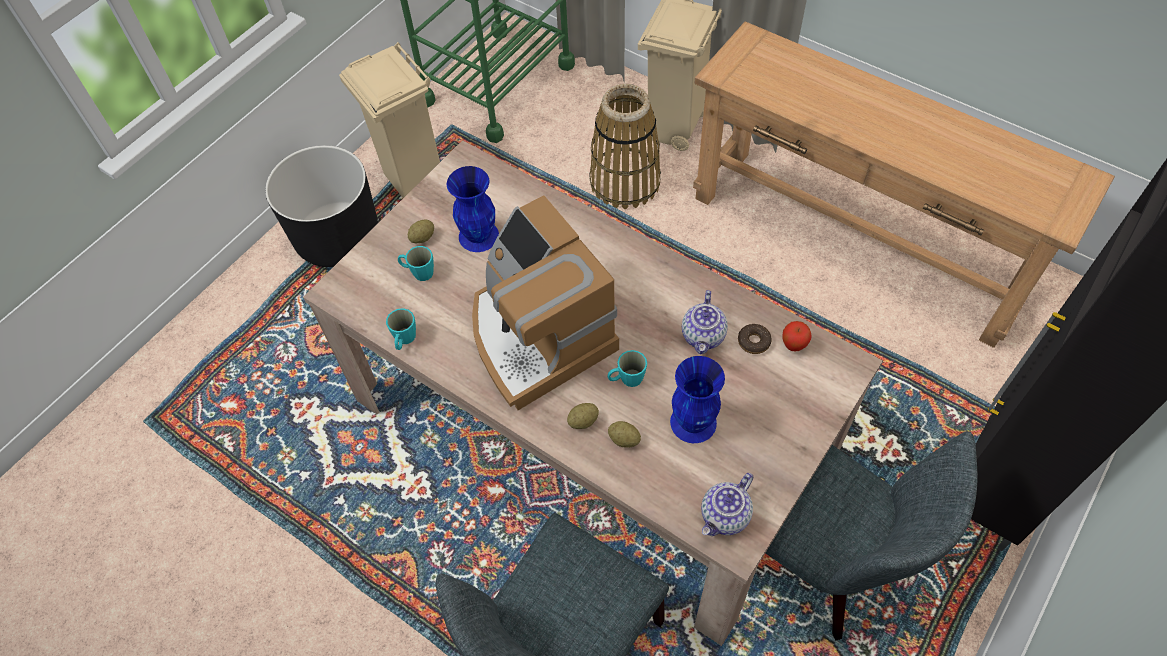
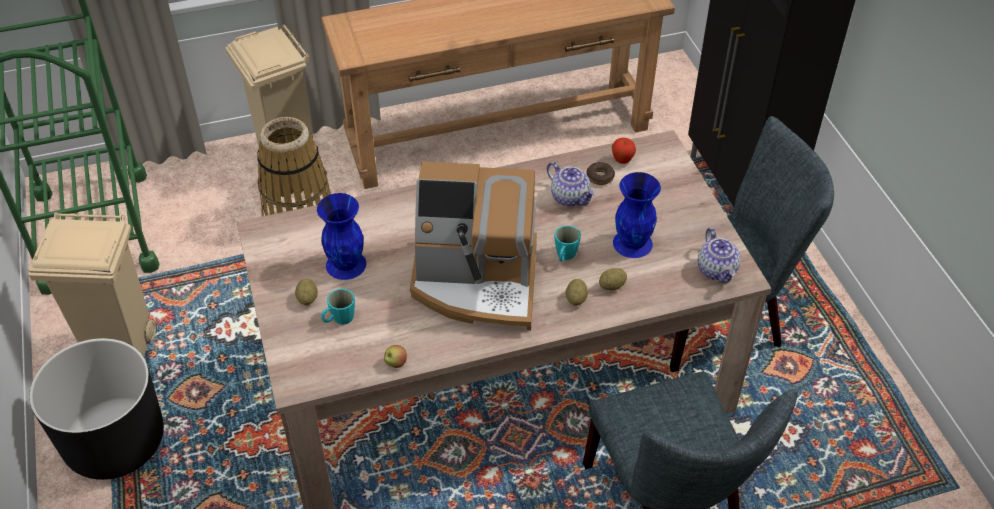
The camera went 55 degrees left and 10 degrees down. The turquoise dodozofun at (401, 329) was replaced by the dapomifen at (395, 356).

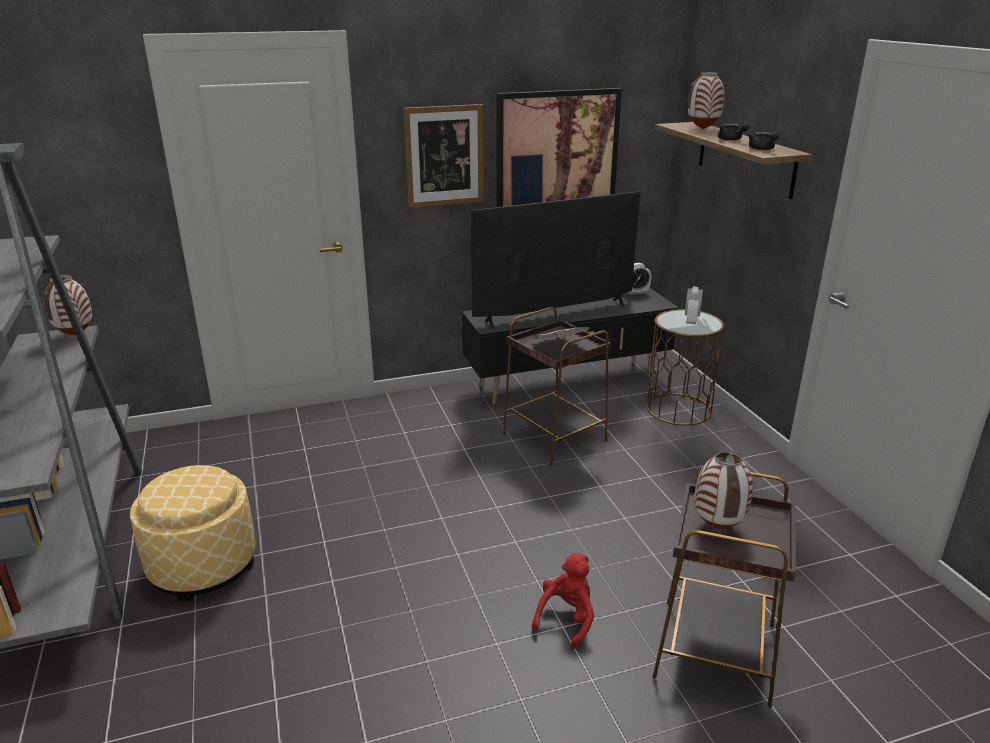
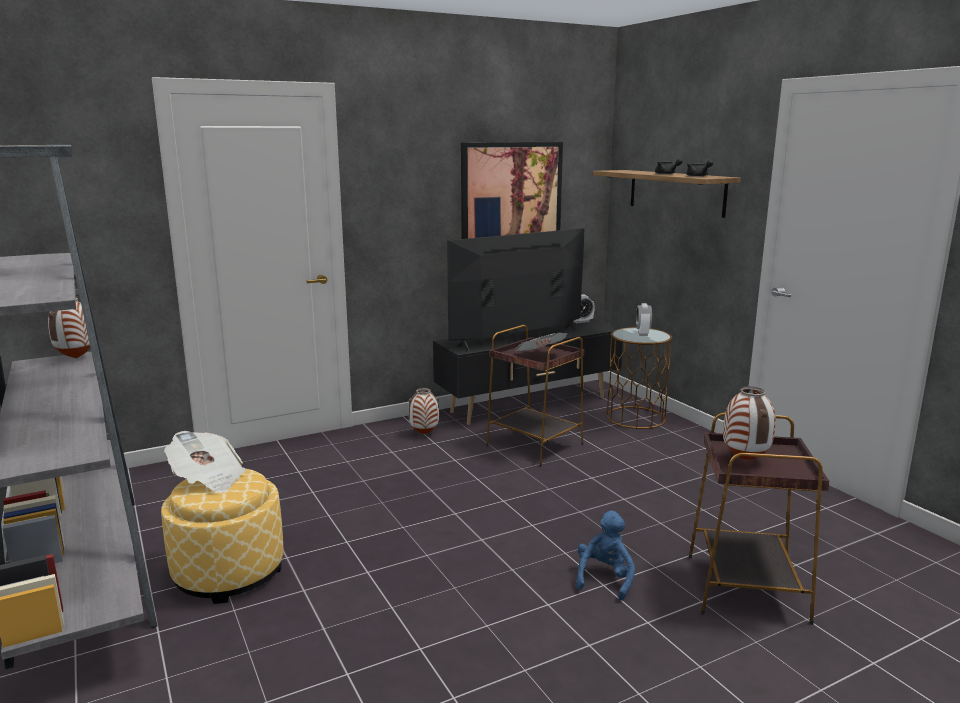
The camera went 10 degrees left and 10 degrees down. The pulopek at (443, 156) disappeared. The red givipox at (563, 601) became the blue givipox at (605, 556). The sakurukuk moved from (706, 100) to (423, 411). The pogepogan at (205, 462) appeared.

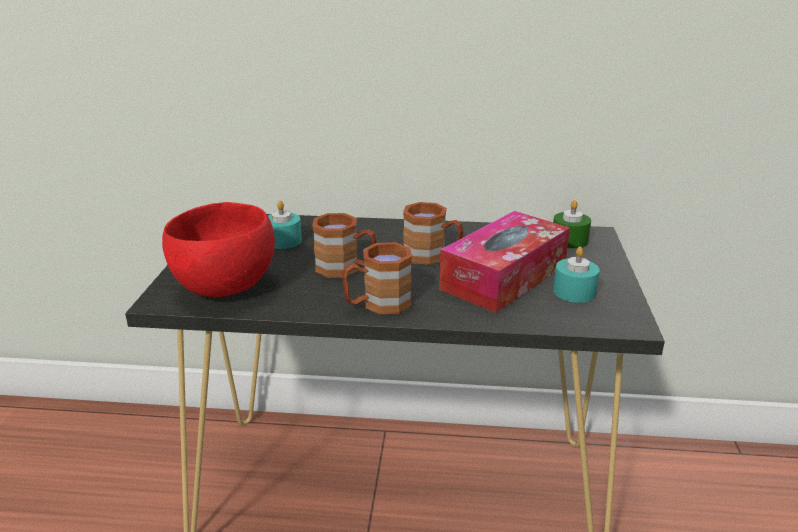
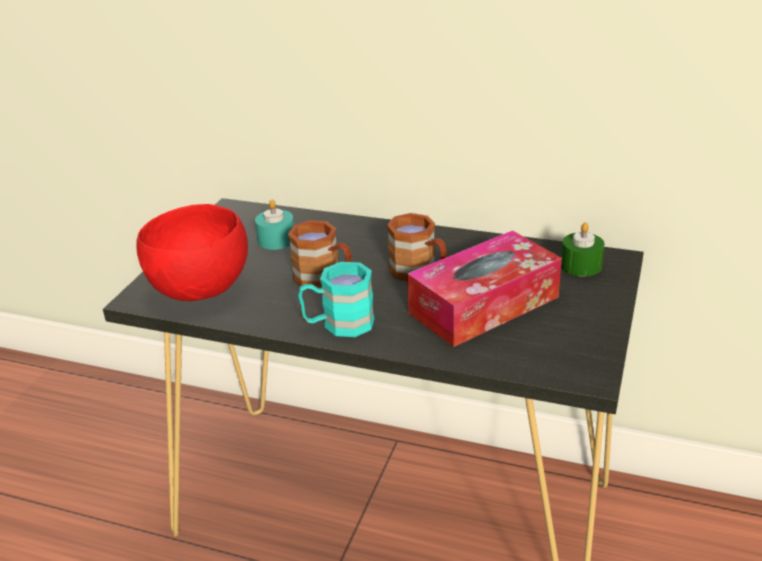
The camera went 15 degrees right and 5 degrees up. The brown dodozofun at (377, 278) became the turquoise dodozofun at (336, 299). The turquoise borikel at (576, 275) disappeared.

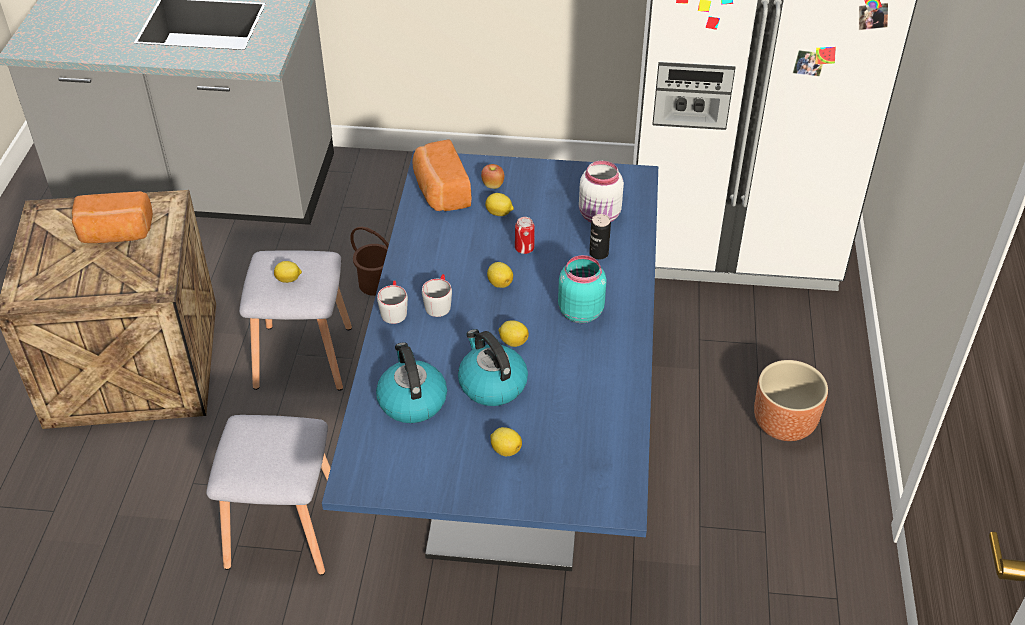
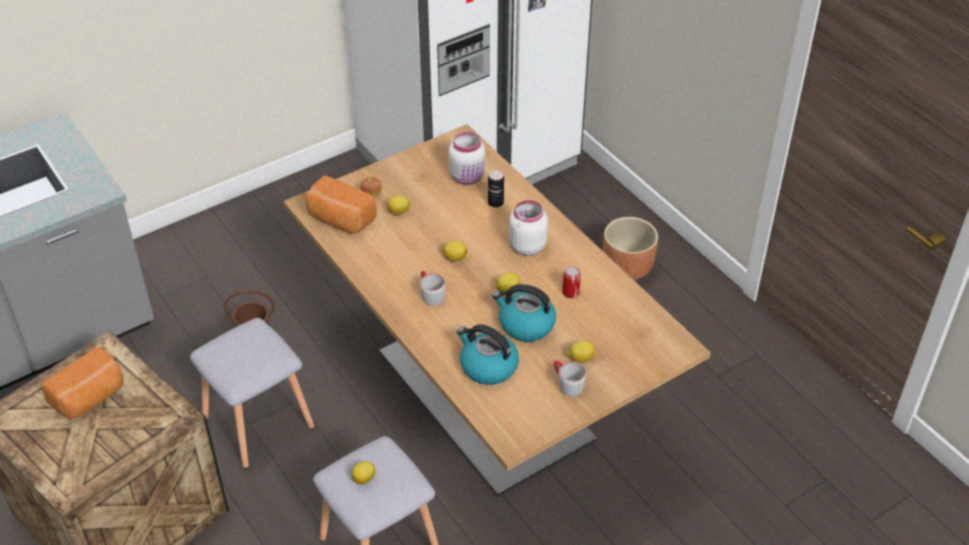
The camera went 40 degrees left and 0 degrees up. The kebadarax moved from (288, 272) to (363, 473). The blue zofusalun at (490, 361) became the brown zofusalun at (497, 310). The grey dodozofun moved from (392, 302) to (570, 379). The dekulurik moved from (525, 235) to (571, 282). The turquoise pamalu at (582, 289) became the white pamalu at (528, 228).

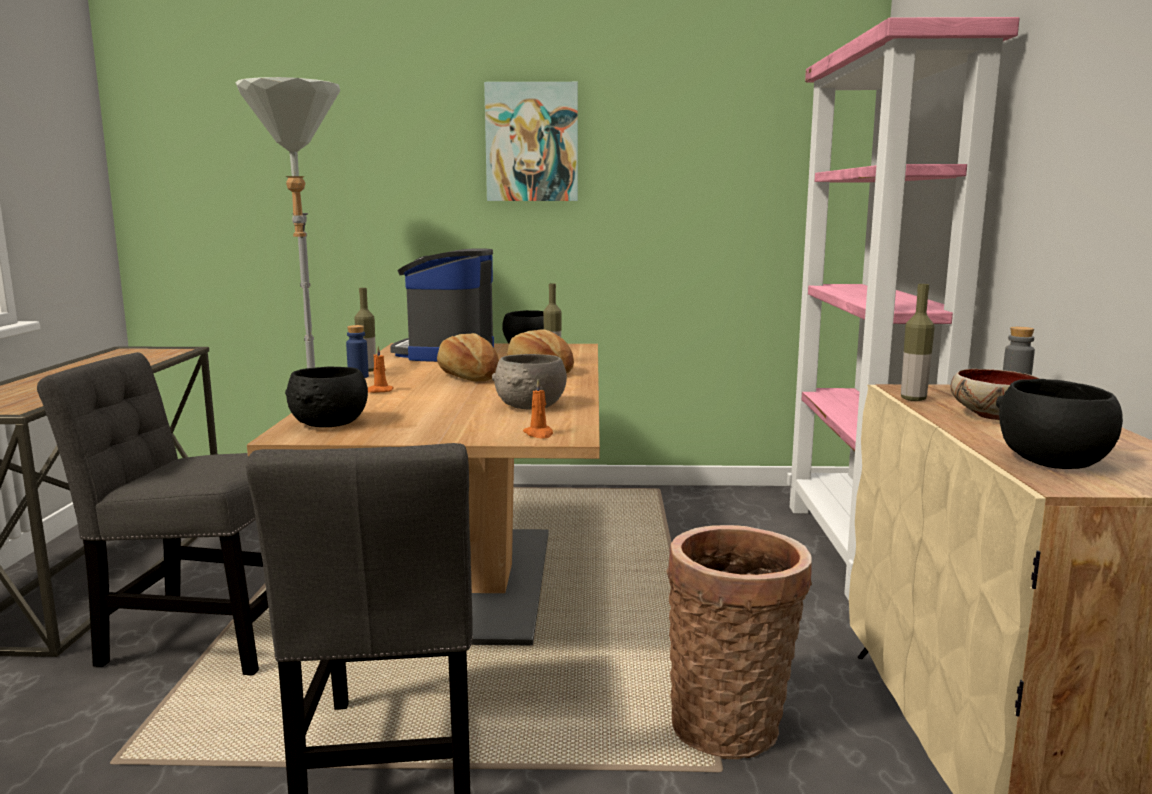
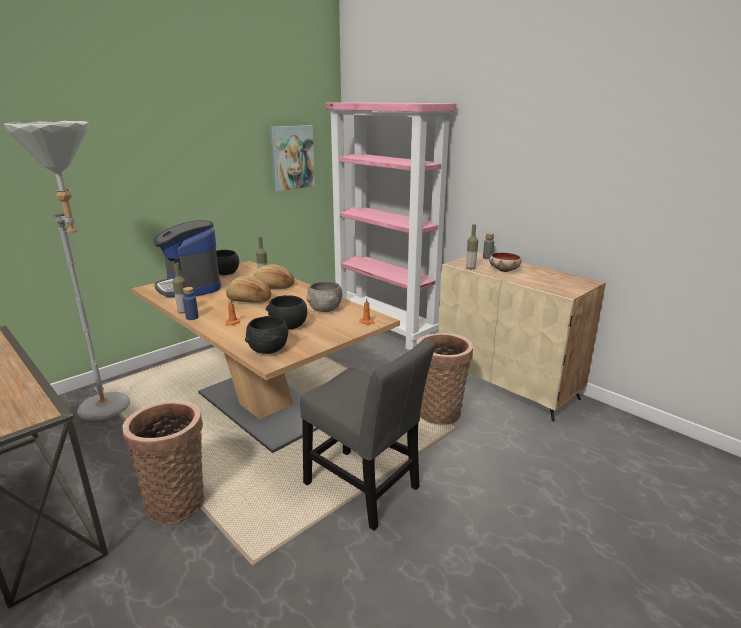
The camera went 45 degrees left and 10 degrees up. The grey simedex at (153, 514) was replaced by the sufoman at (163, 462). The pulopek moved from (531, 141) to (292, 158). The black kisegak moved from (1059, 424) to (286, 312).

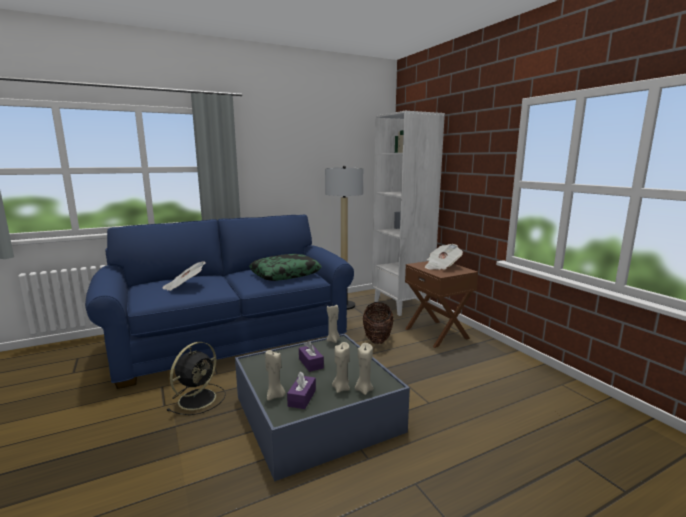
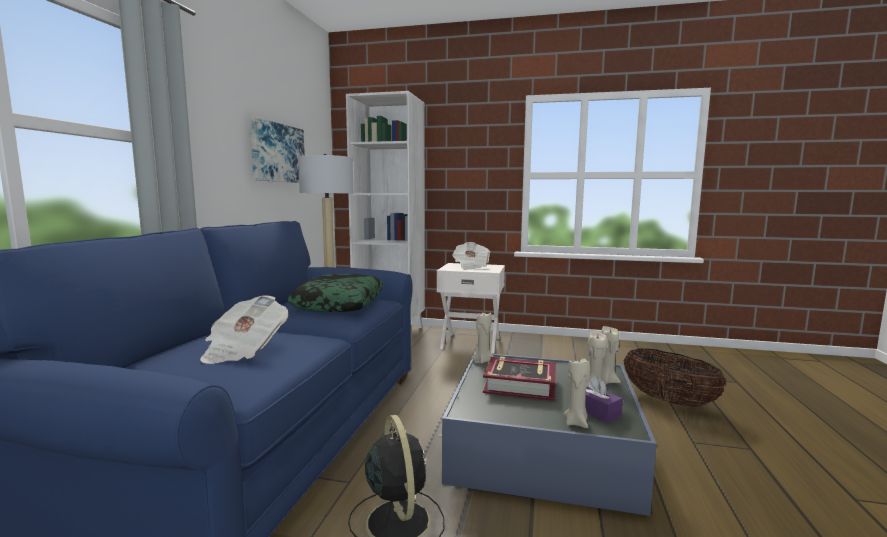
The camera went 50 degrees left and 5 degrees down. The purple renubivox at (311, 356) was replaced by the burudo at (519, 379). The sufoman moved from (378, 323) to (674, 377). The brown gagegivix at (441, 304) became the white gagegivix at (471, 308). The pulopek at (277, 150) appeared.

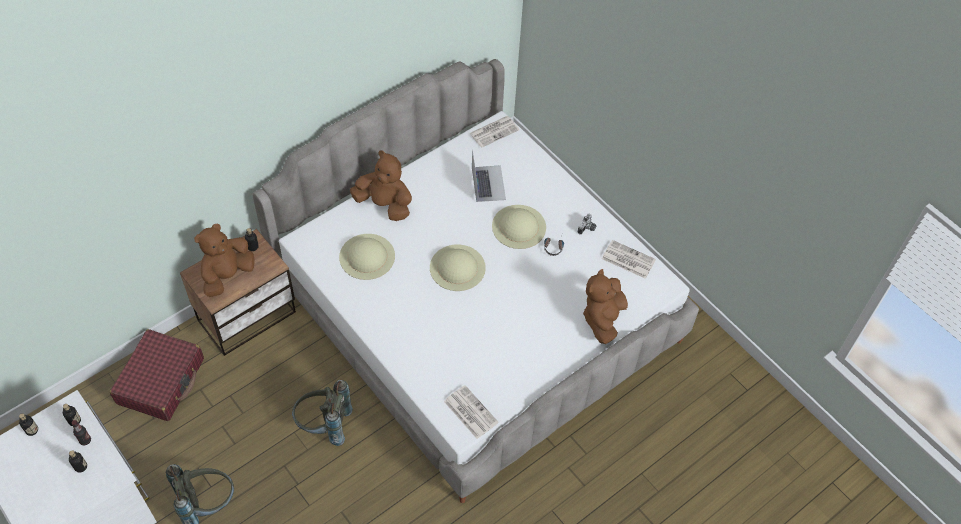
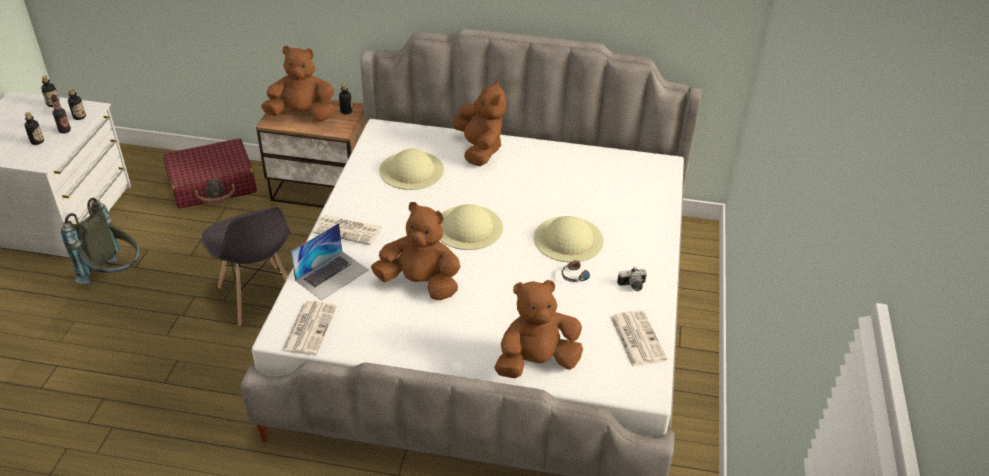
The camera went 50 degrees right and 15 degrees down. The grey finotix at (322, 413) was replaced by the grey simedex at (246, 266). The pogepogan moved from (494, 132) to (347, 230). The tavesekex moved from (489, 176) to (329, 262). The brown givipox at (416, 251) appeared.

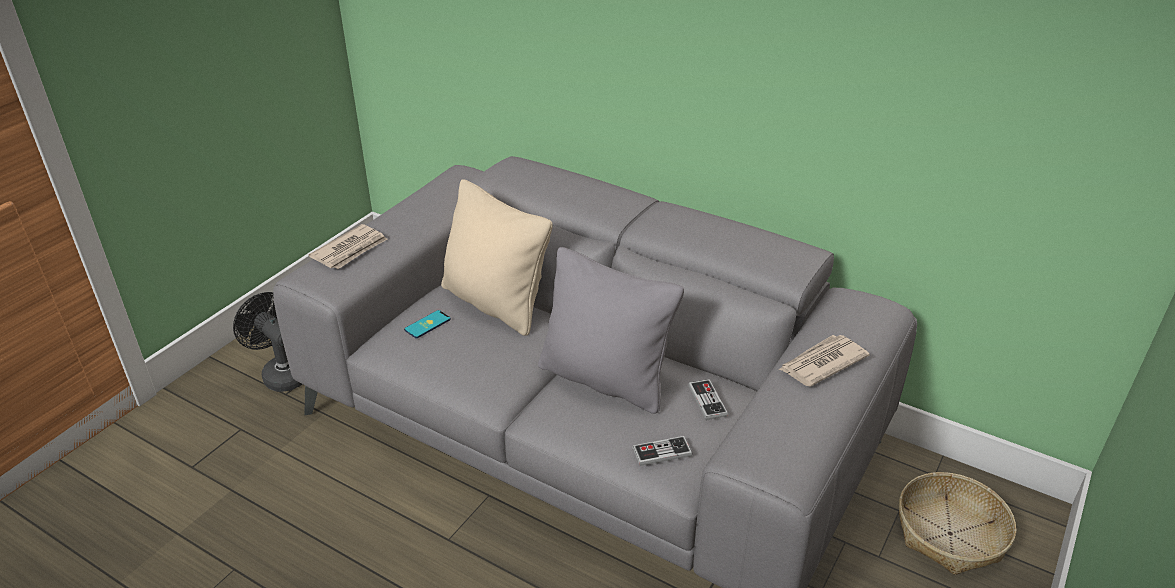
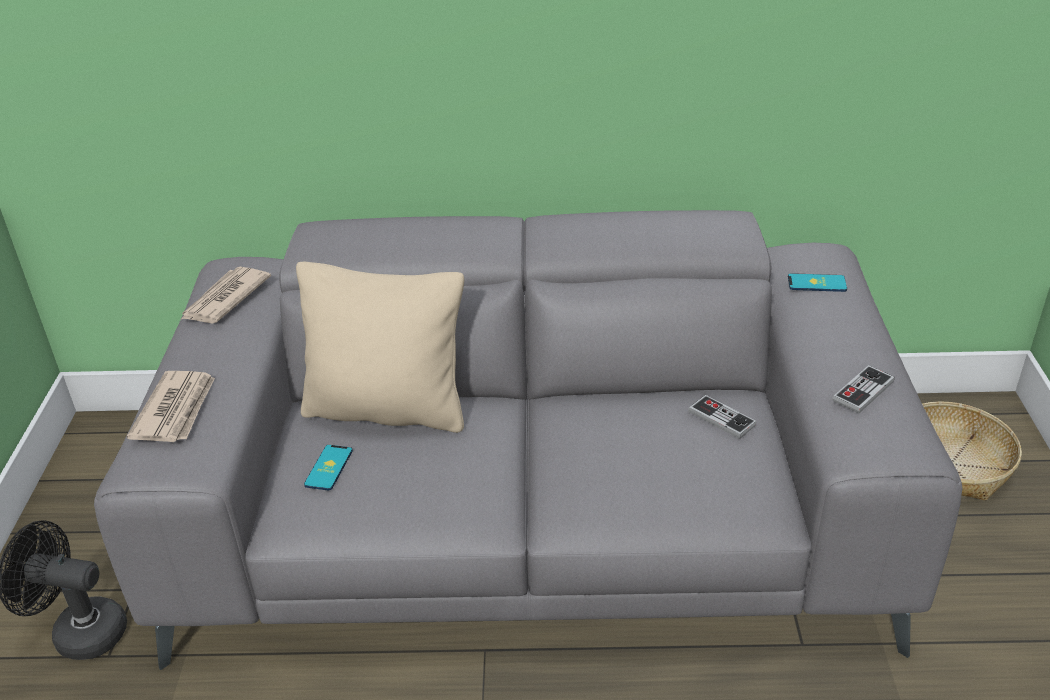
The camera went 30 degrees left and 0 degrees up. The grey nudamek at (611, 330) disappeared. The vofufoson moved from (662, 451) to (863, 389). The pogepogan moved from (824, 360) to (225, 295). The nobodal at (817, 282) appeared.

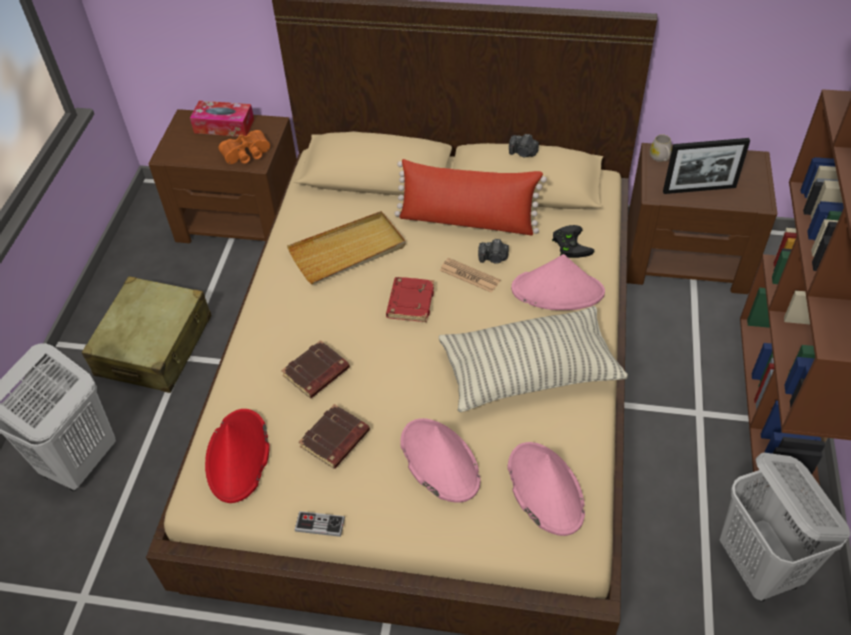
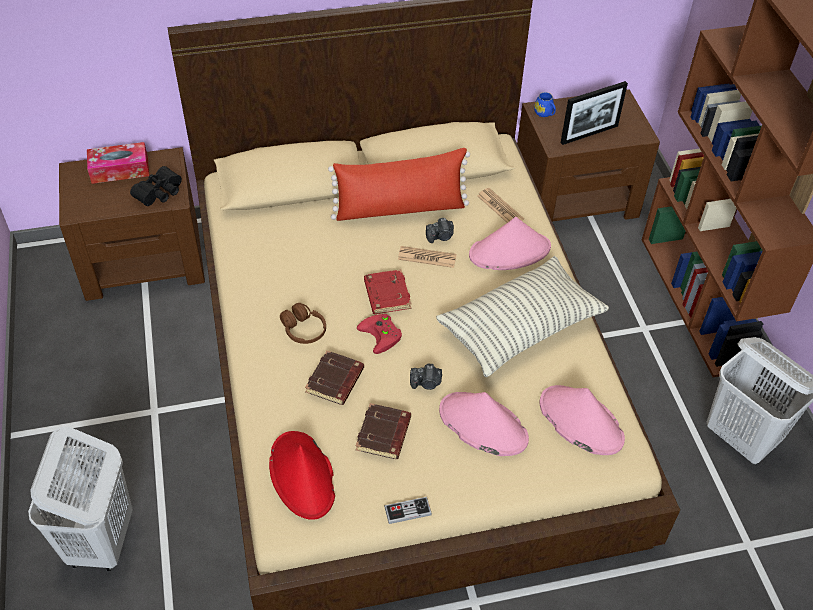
The camera went 25 degrees left and 0 degrees up. The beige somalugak at (147, 334) disappeared. The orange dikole at (244, 147) became the black dikole at (156, 186). The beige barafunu at (346, 247) disappeared. The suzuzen moved from (524, 145) to (426, 377). The black vofufoson at (573, 241) was replaced by the pogepogan at (500, 205). The white dodozofun at (661, 148) became the blue dodozofun at (545, 104). The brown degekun at (303, 323) appeared. The red vofufoson at (379, 334) appeared.

